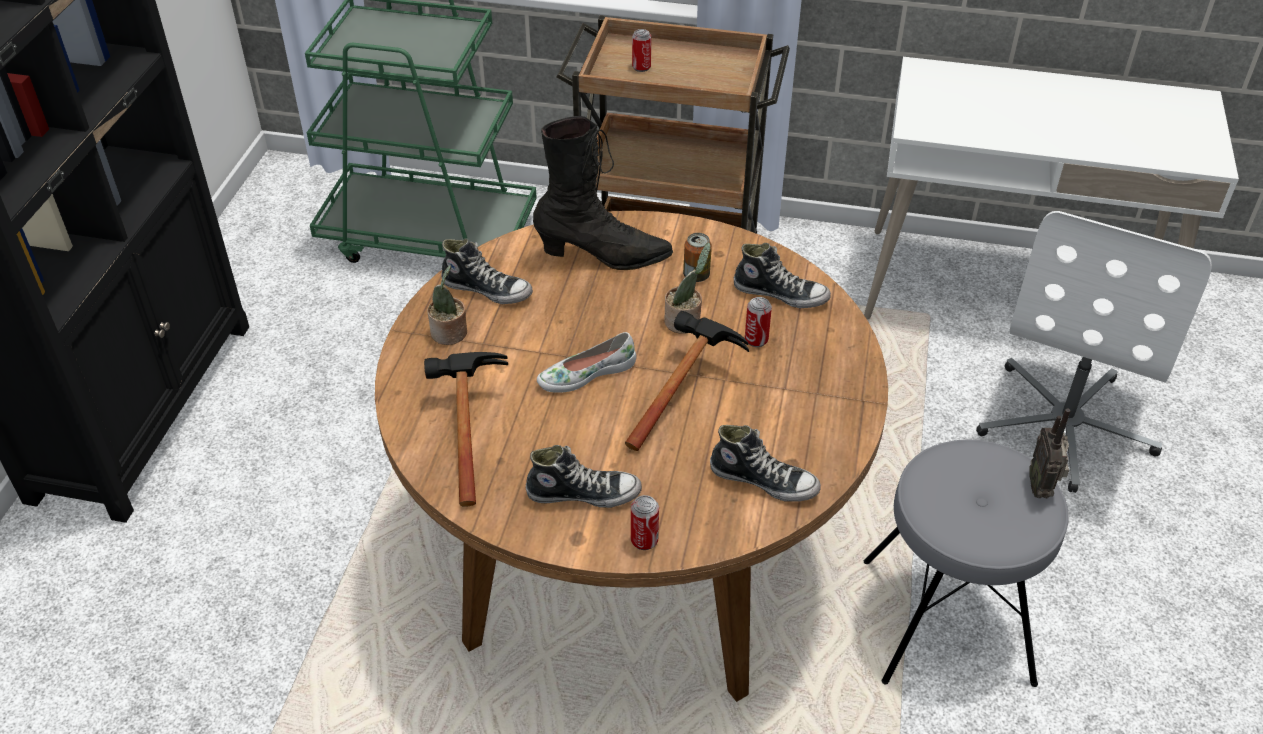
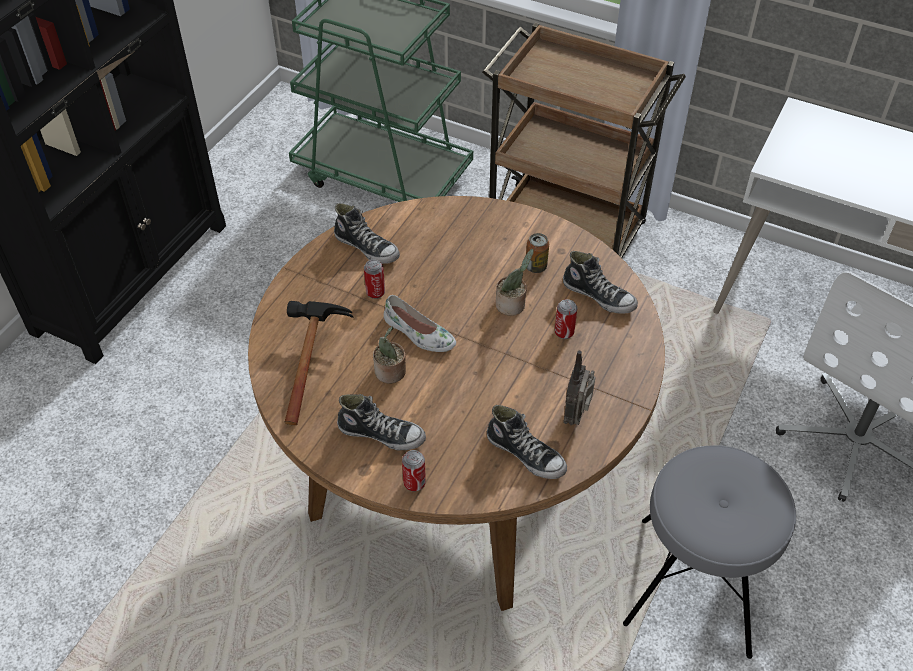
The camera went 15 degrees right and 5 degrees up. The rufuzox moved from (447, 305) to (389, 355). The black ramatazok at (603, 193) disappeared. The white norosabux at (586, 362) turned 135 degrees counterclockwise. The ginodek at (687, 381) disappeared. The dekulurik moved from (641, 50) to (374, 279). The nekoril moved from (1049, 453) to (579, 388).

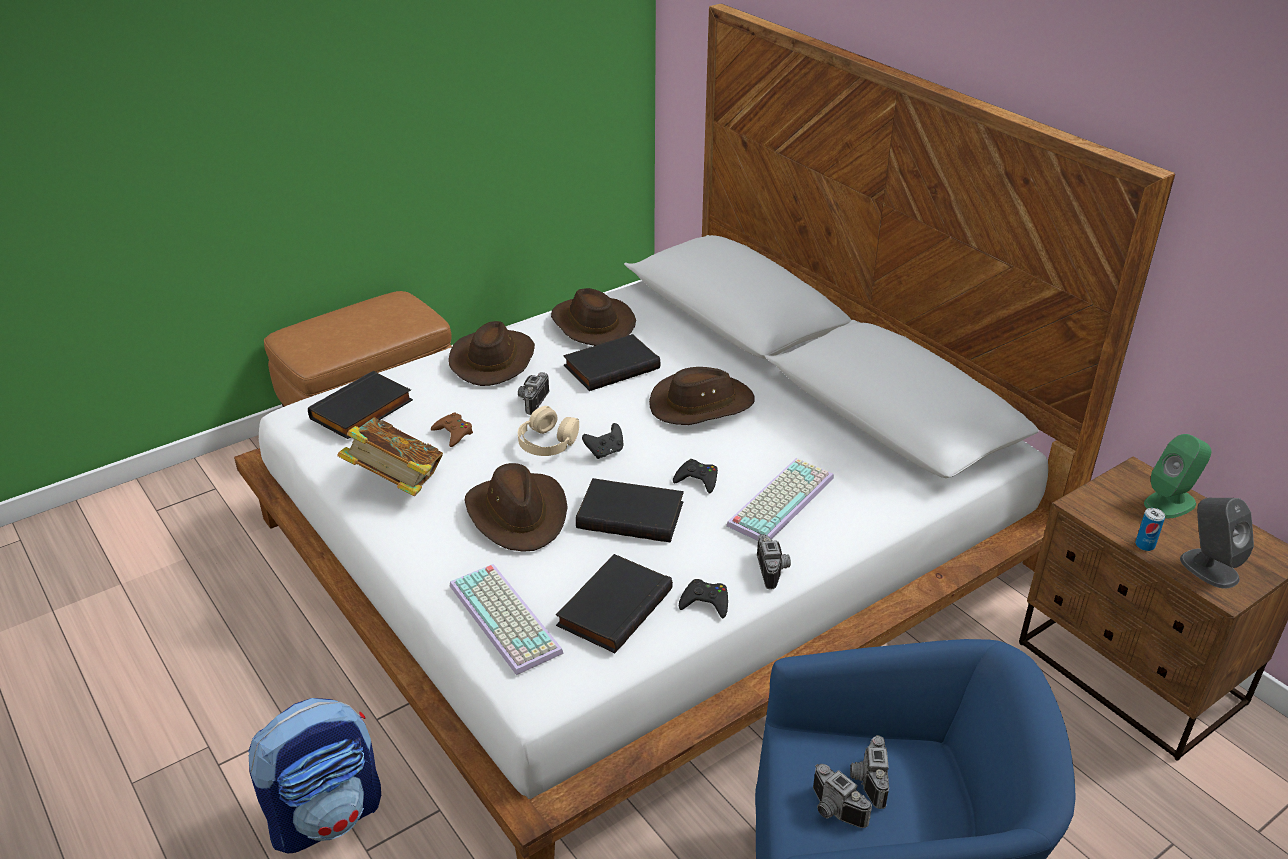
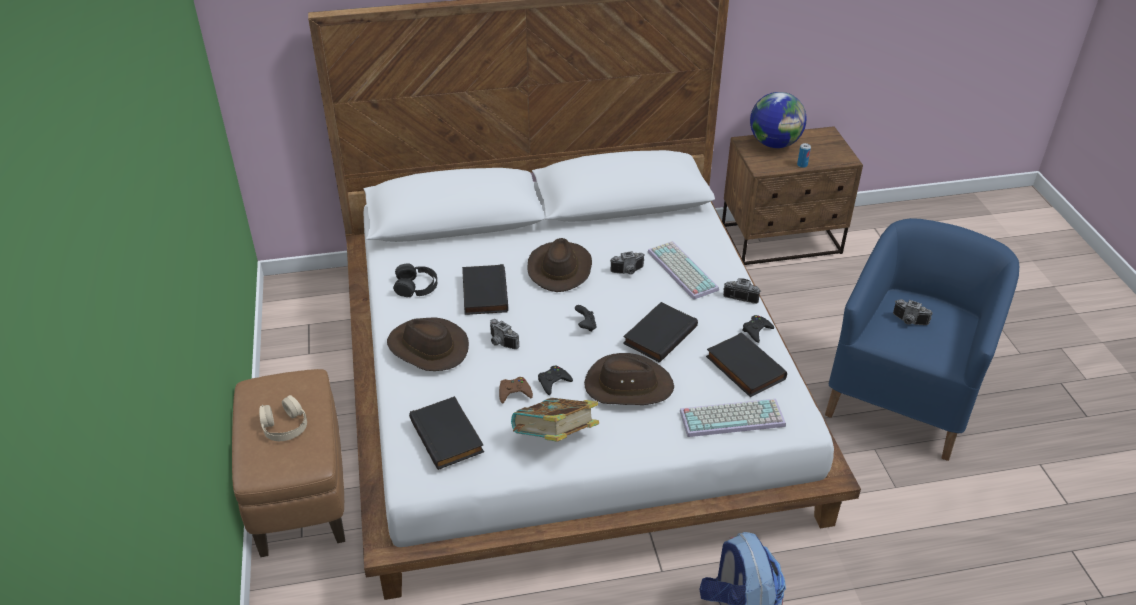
The camera went 65 degrees left and 5 degrees up. The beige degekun moved from (548, 431) to (283, 418). The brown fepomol at (593, 317) was replaced by the black degekun at (415, 280). The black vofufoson moved from (695, 476) to (555, 380). The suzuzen moved from (842, 796) to (627, 263). The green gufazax at (1177, 476) was replaced by the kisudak at (778, 120). The grey gufazax at (1217, 543) disappeared.

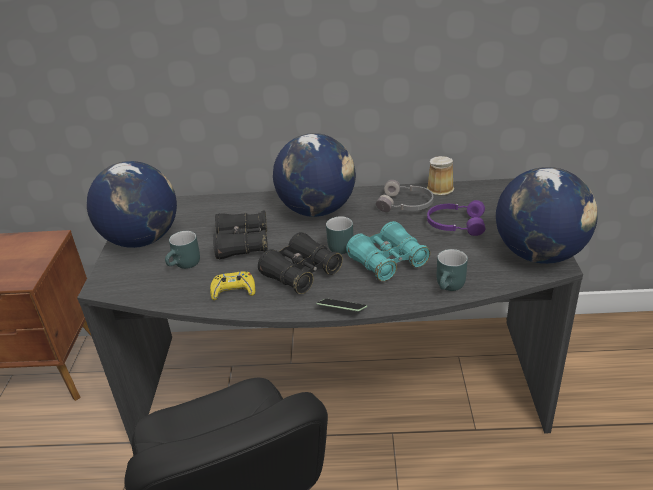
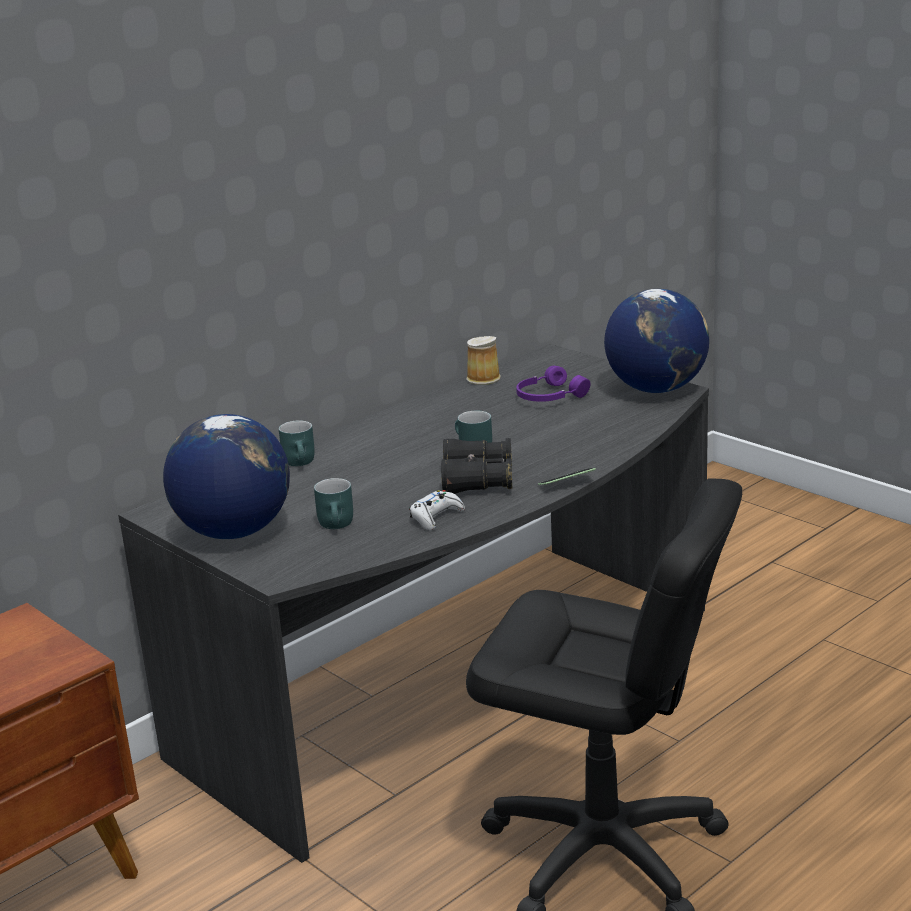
The camera went 45 degrees left and 10 degrees down. The yellow vofufoson at (232, 286) became the white vofufoson at (437, 510). The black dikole at (240, 234) disappeared. The kisudak at (314, 175) disappeared. The turquoise dikole at (388, 251) disappeared. The grey degekun at (405, 196) disappeared. The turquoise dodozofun moved from (452, 270) to (297, 443).

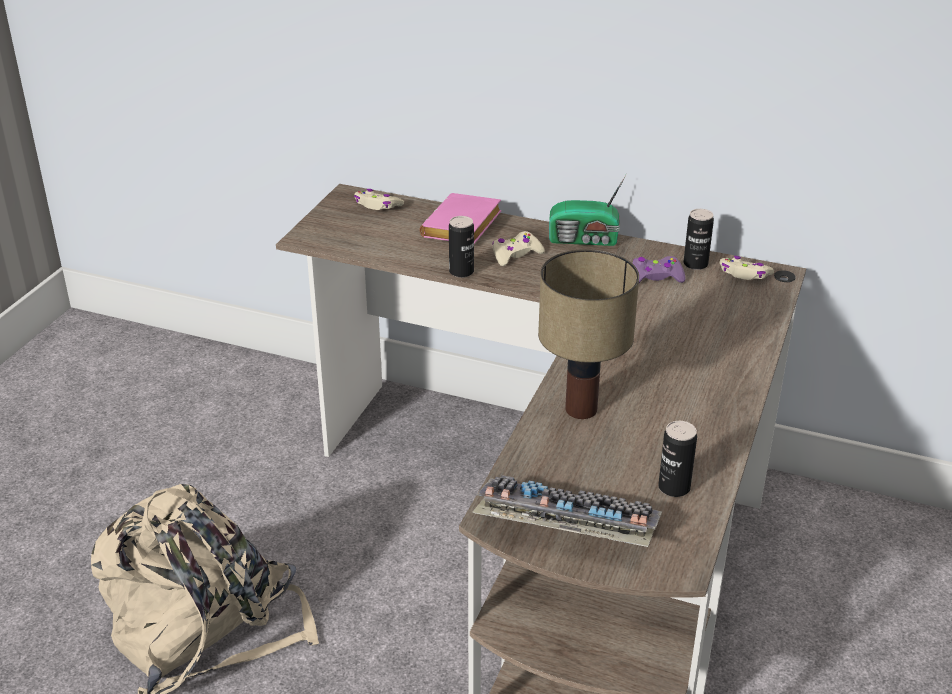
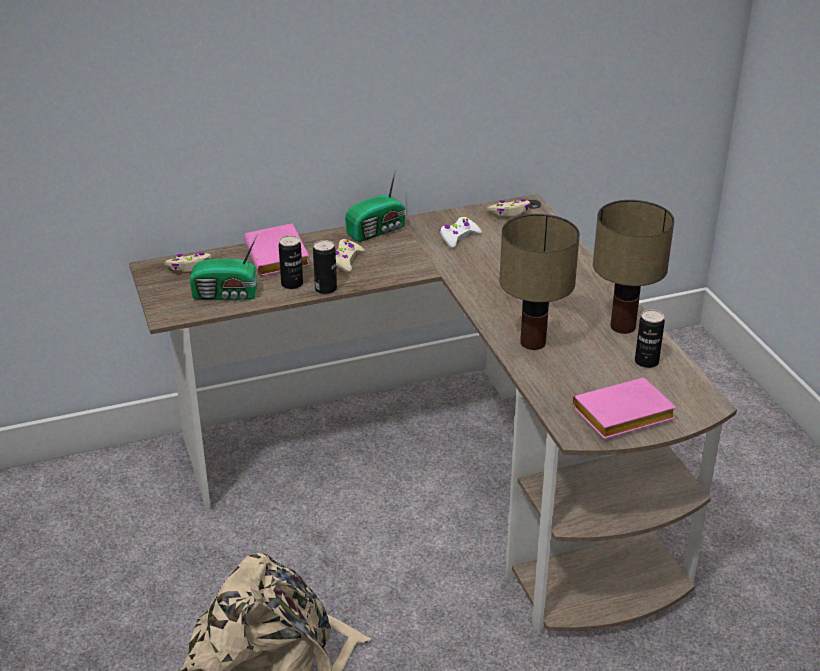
The camera went 40 degrees left and 0 degrees up. The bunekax at (567, 511) was replaced by the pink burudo at (625, 408). The purple vofufoson at (659, 269) became the white vofufoson at (460, 232). The dekulurik moved from (698, 239) to (291, 262). The nekoril at (224, 266) appeared. The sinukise at (633, 267) appeared.

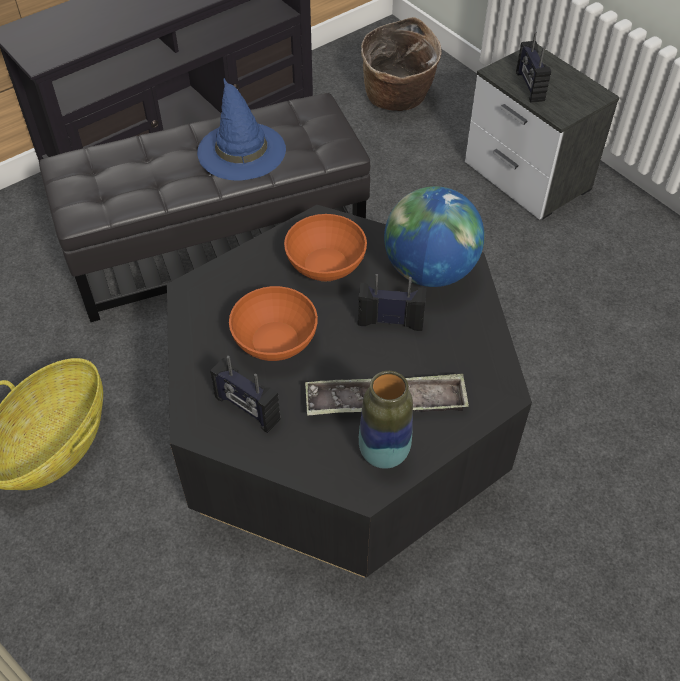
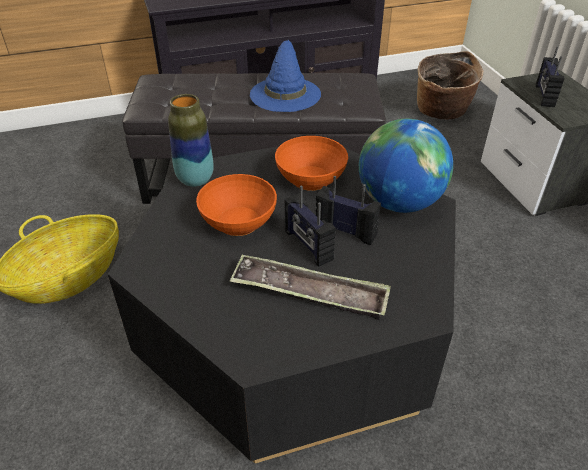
The camera went 20 degrees right and 10 degrees down. The nekoril moved from (245, 394) to (310, 226). The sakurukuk moved from (386, 420) to (191, 140).

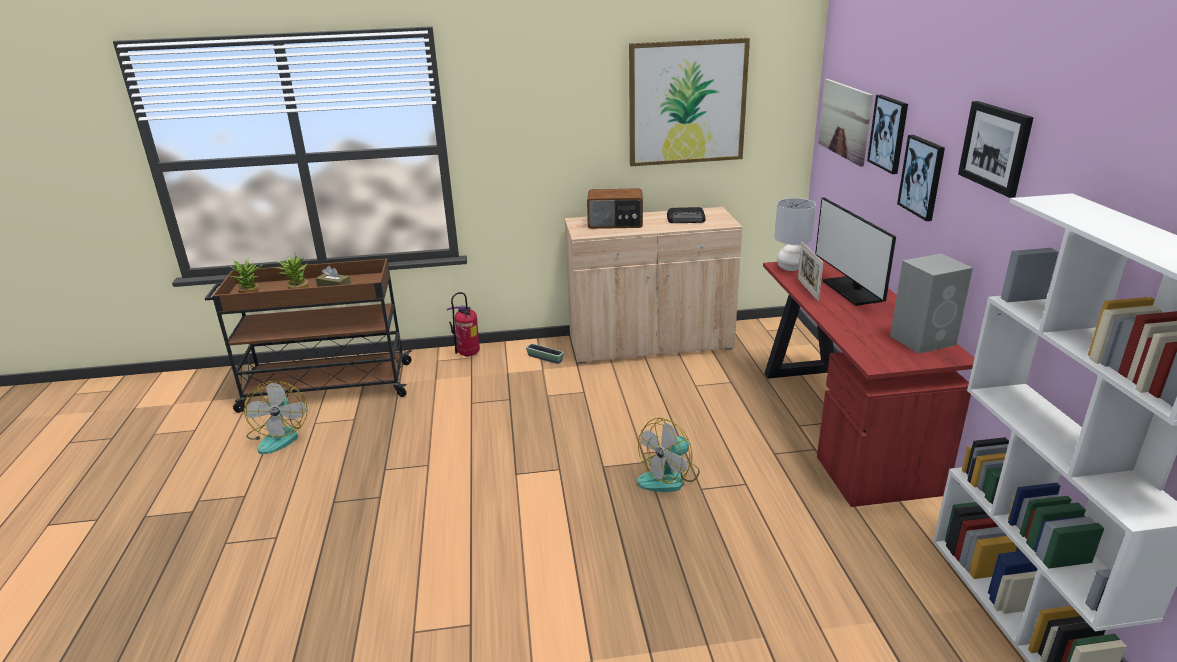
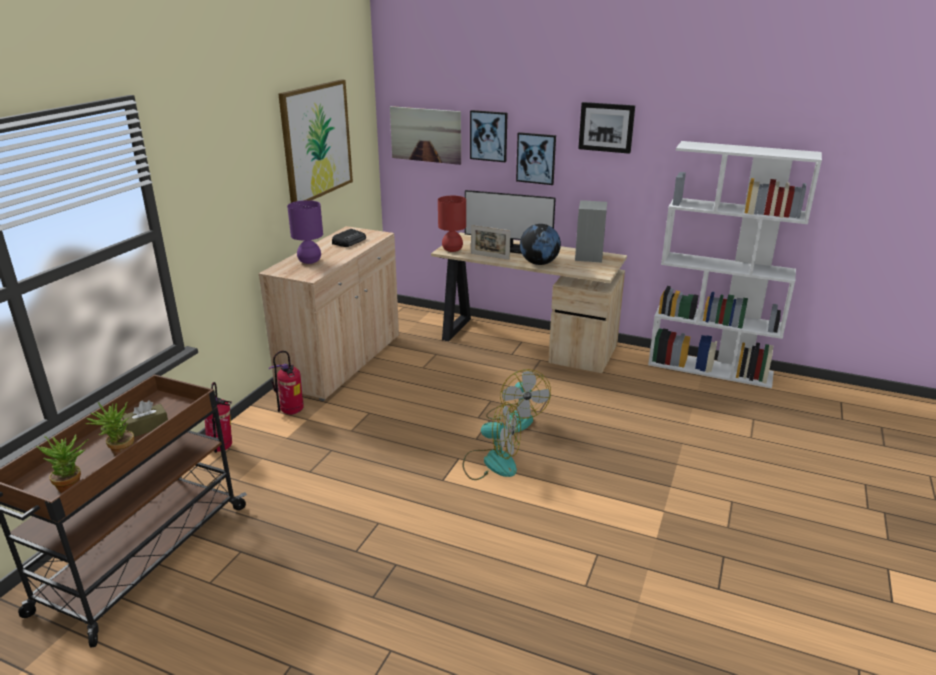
The camera went 60 degrees left and 0 degrees up. The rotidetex moved from (276, 417) to (492, 441). The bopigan at (545, 353) was replaced by the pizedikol at (286, 383). The nekoril at (615, 208) was replaced by the purple sinukise at (305, 232). The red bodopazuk at (868, 382) became the beige bodopazuk at (529, 302). The grey sinukise at (795, 234) became the red sinukise at (452, 224). The kisudak at (540, 244) appeared.

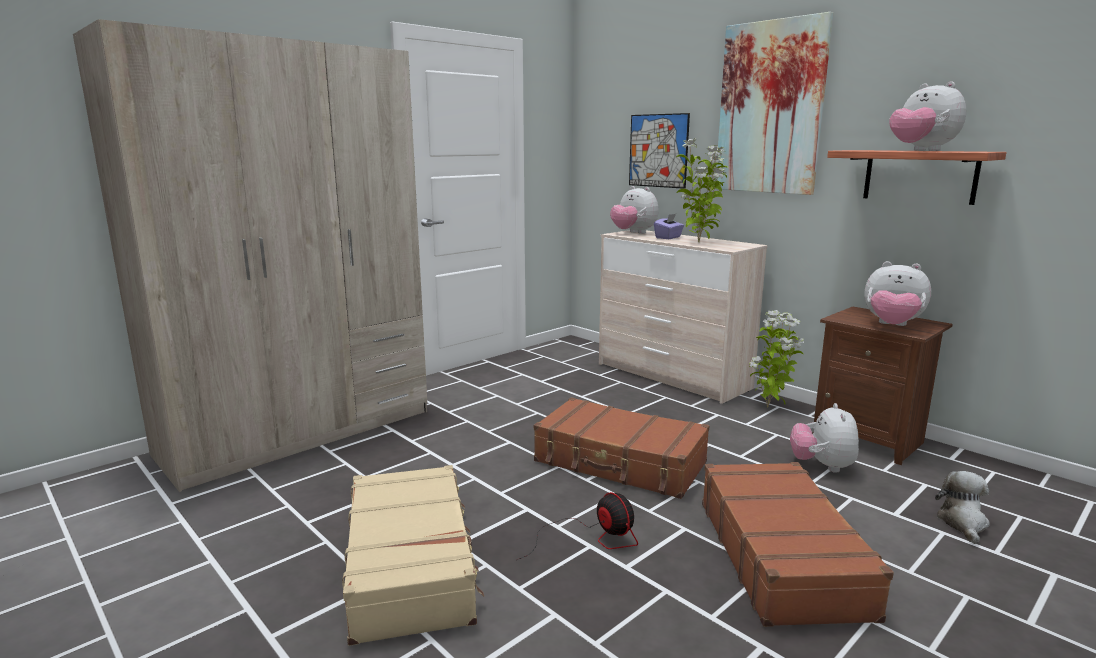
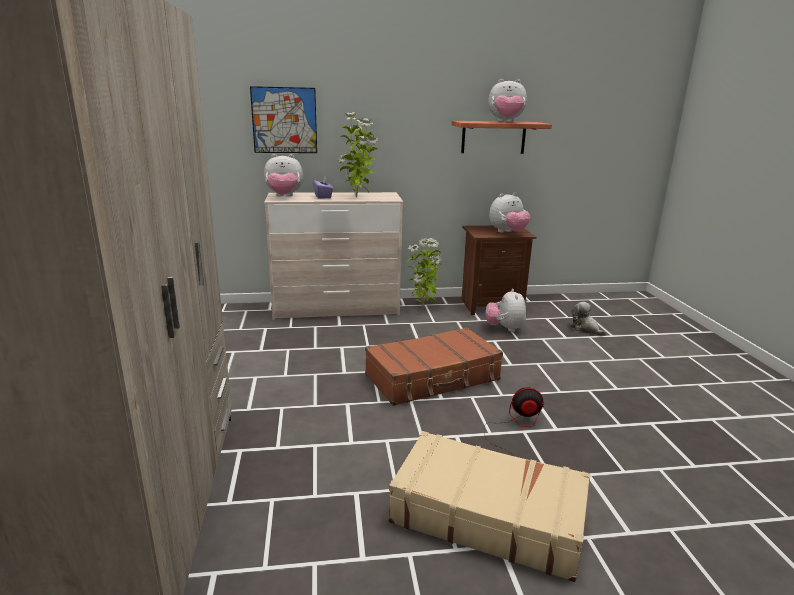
The camera went 55 degrees left and 5 degrees up. The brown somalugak at (798, 544) disappeared. The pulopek at (774, 103) disappeared. The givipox at (824, 438) turned 45 degrees clockwise.

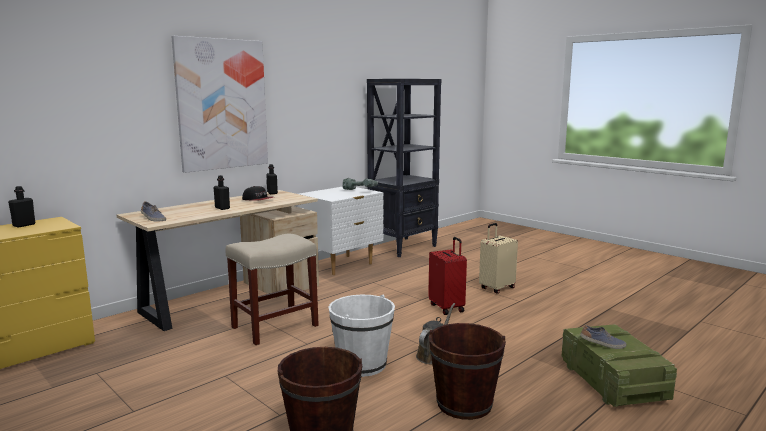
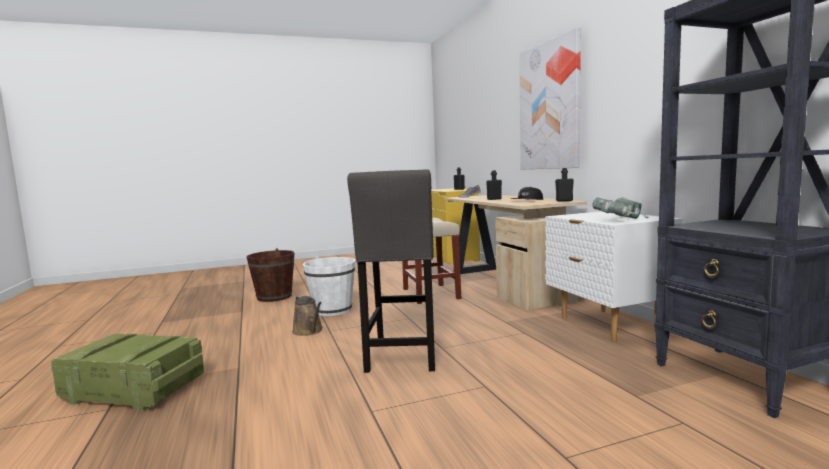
The camera went 115 degrees right and 5 degrees down. The red somalugak at (447, 276) was replaced by the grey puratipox at (391, 271). The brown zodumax at (467, 371) disappeared. The beige somalugak at (498, 258) disappeared. The norosabux at (603, 337) disappeared.

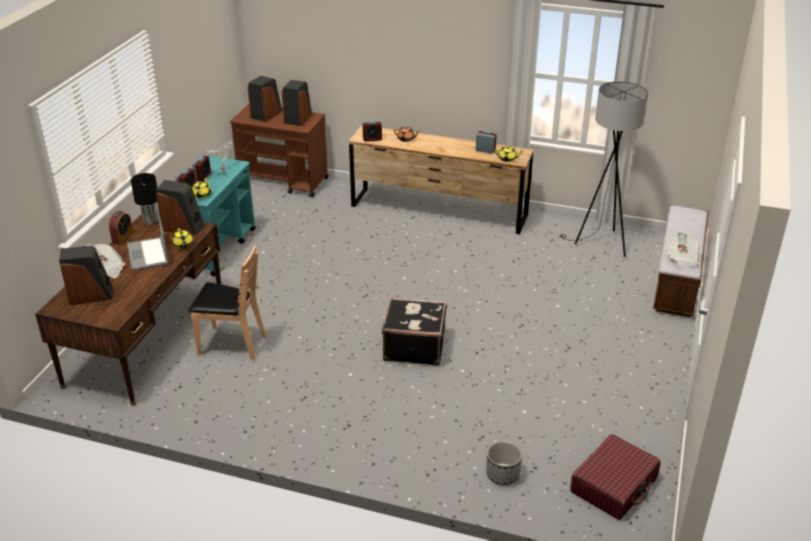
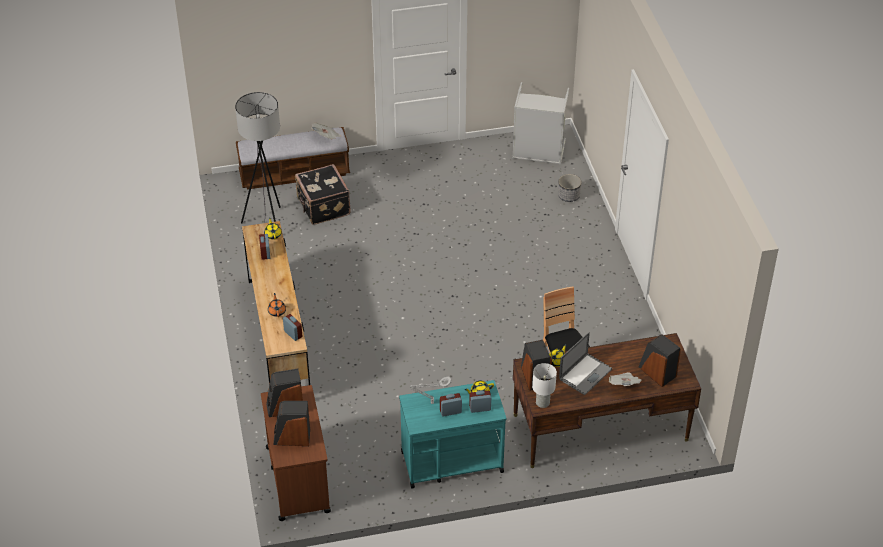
The camera went 120 degrees left and 10 degrees up. The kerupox at (121, 228) disappeared. The black sinukise at (144, 199) became the white sinukise at (544, 385). The black somalugak moved from (414, 331) to (323, 194). The red somalugak at (615, 477) was replaced by the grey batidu at (540, 123).

